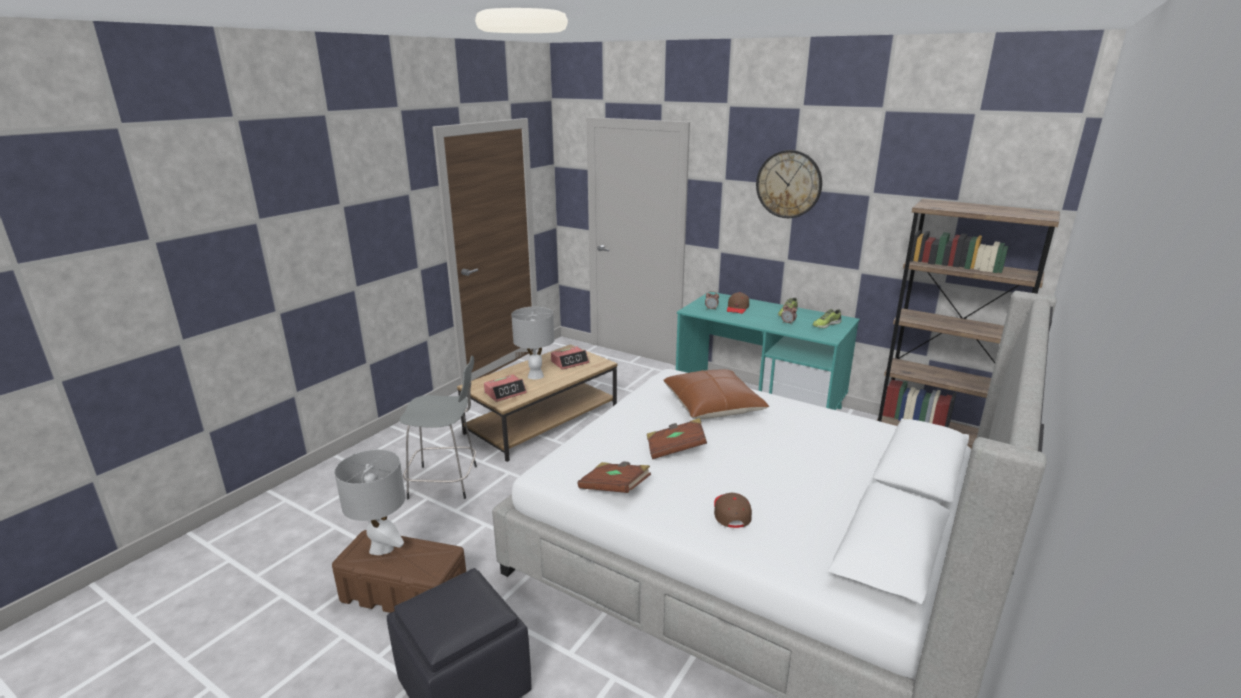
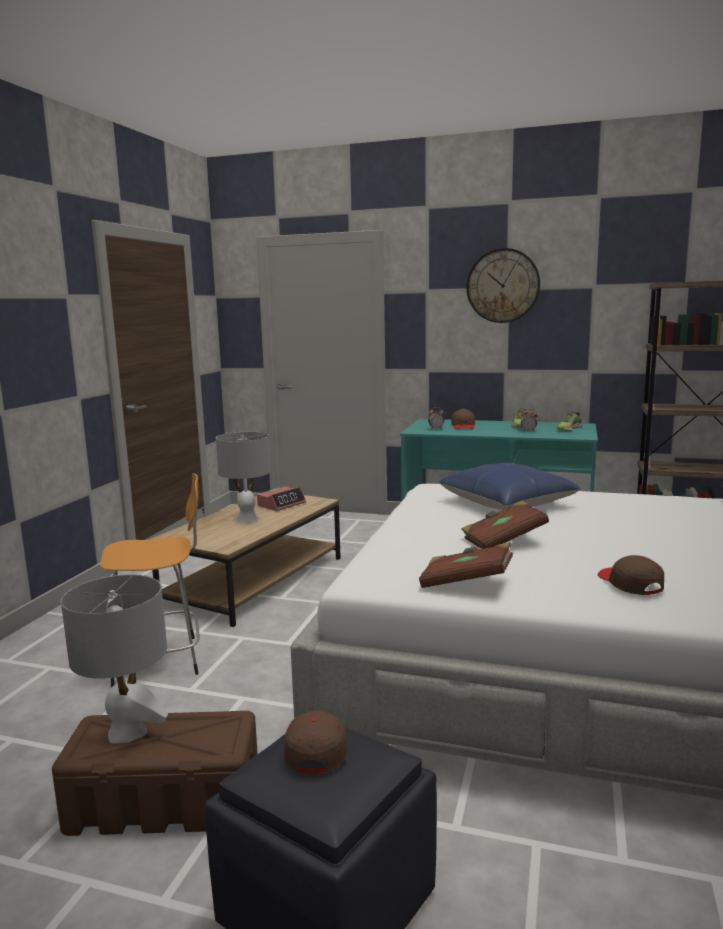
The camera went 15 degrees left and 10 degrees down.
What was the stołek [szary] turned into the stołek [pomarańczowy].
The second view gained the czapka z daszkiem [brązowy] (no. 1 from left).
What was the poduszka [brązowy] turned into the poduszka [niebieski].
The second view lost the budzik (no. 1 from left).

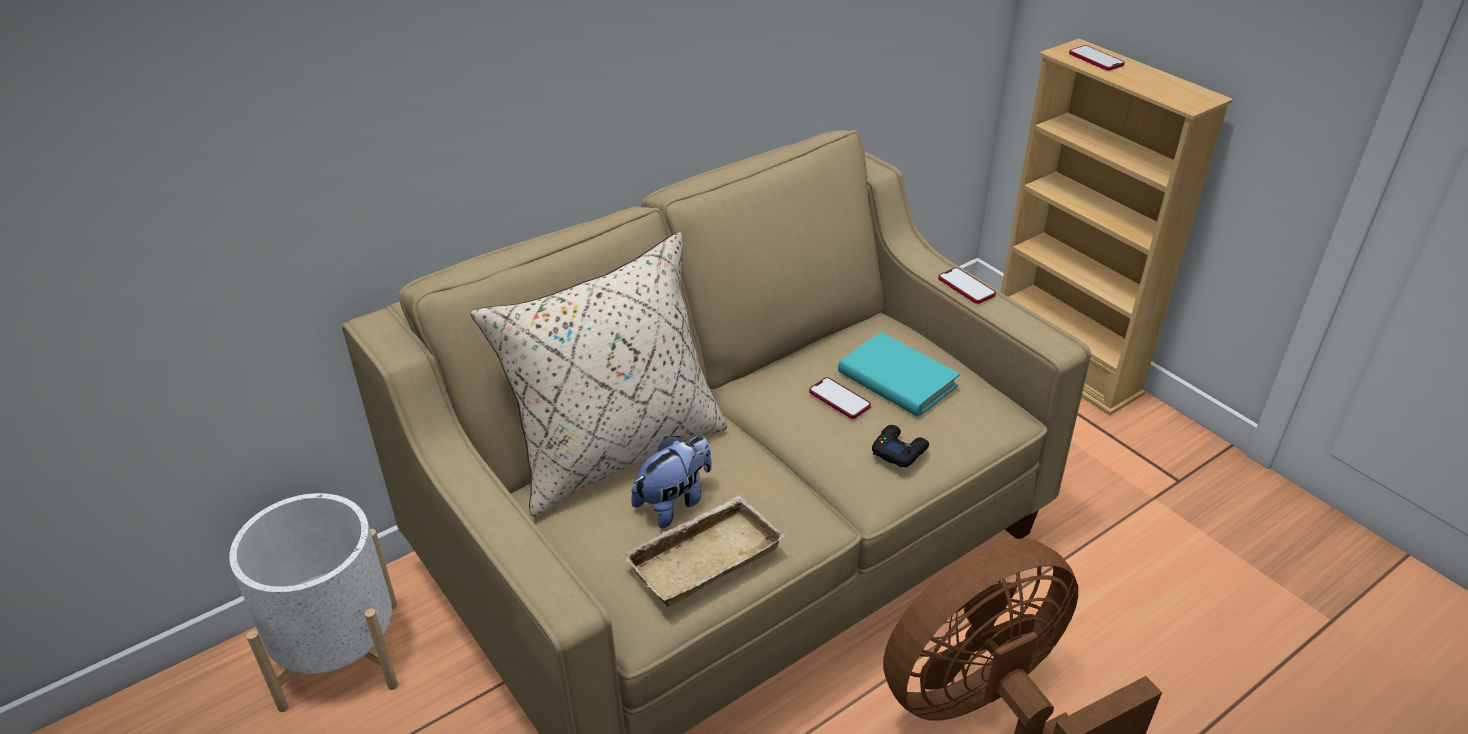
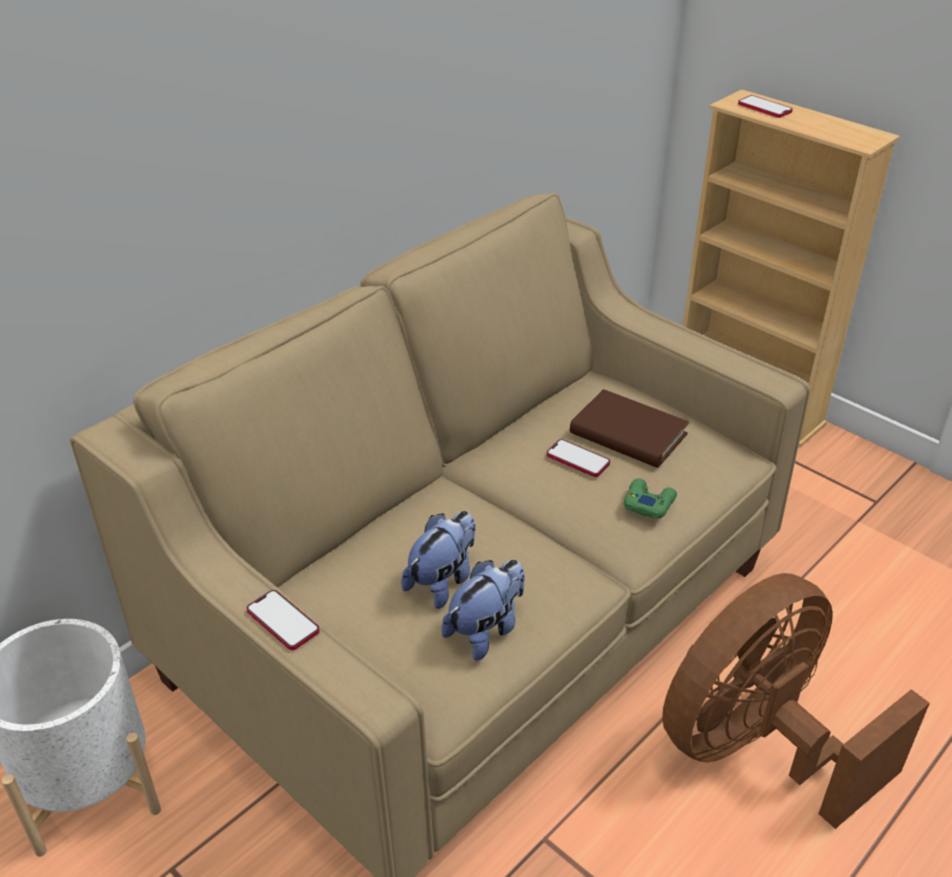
The camera went 10 degrees left and 0 degrees up.
The telefon (no. 2 from left in the first image) ended up elsewhere.
Where the taca [beżowy] stood, the pluszak (no. 2 from left) came to stand.
What was the książka [turkusowy] turned into the książka [brązowy].
What was the pad do gier [czarny] turned into the pad do gier [zielony].
The second view lost the poduszka [beżowy].

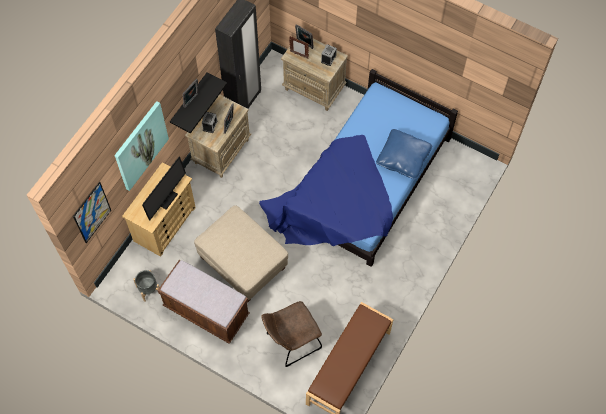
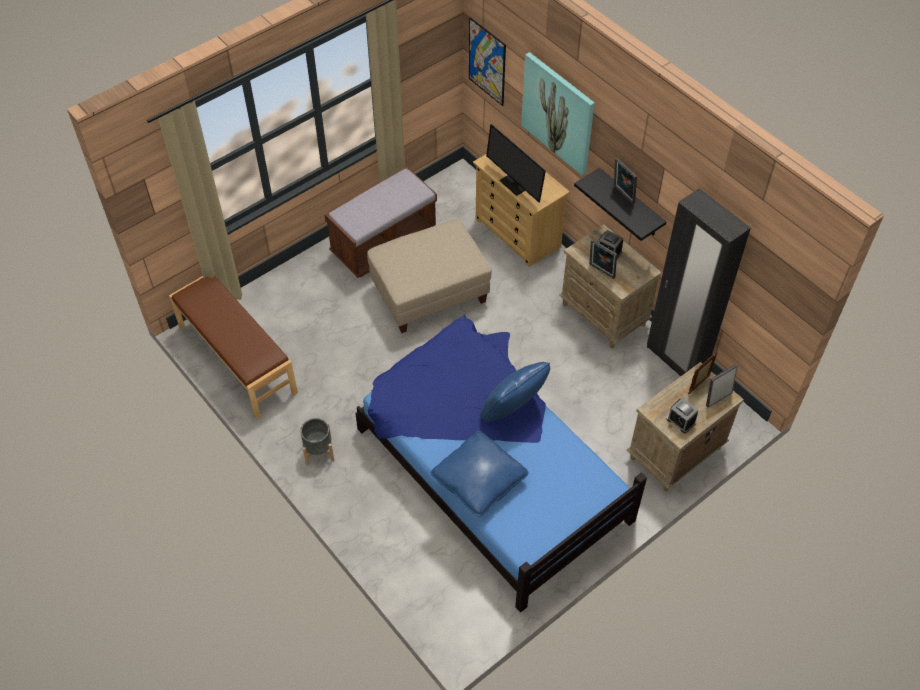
The camera went 110 degrees right and 10 degrees down.
The donica [szary] ended up elsewhere.
The second view gained the poduszka [niebieski] (no. 2 from left).
The second view lost the krzesło [brązowy].

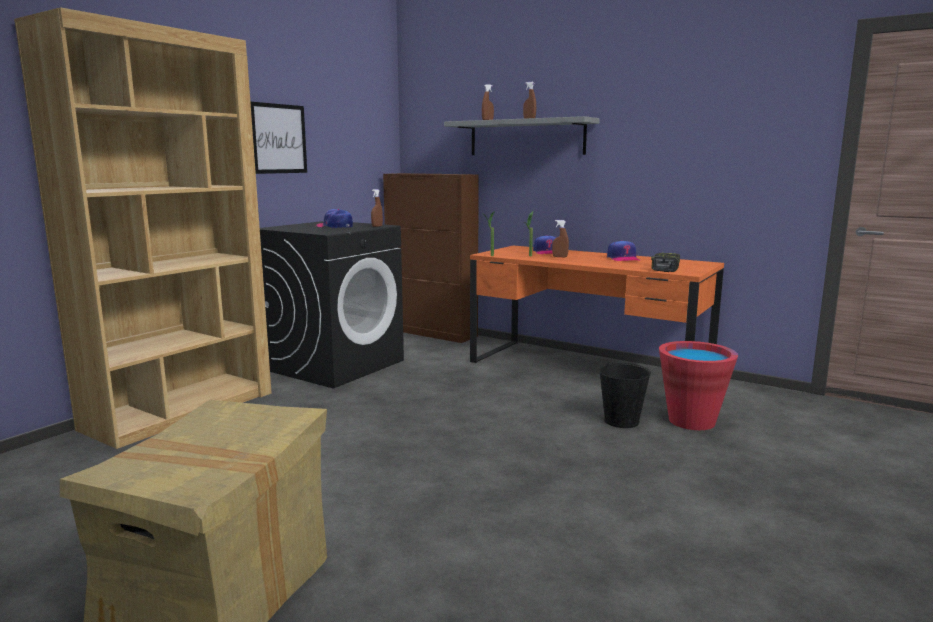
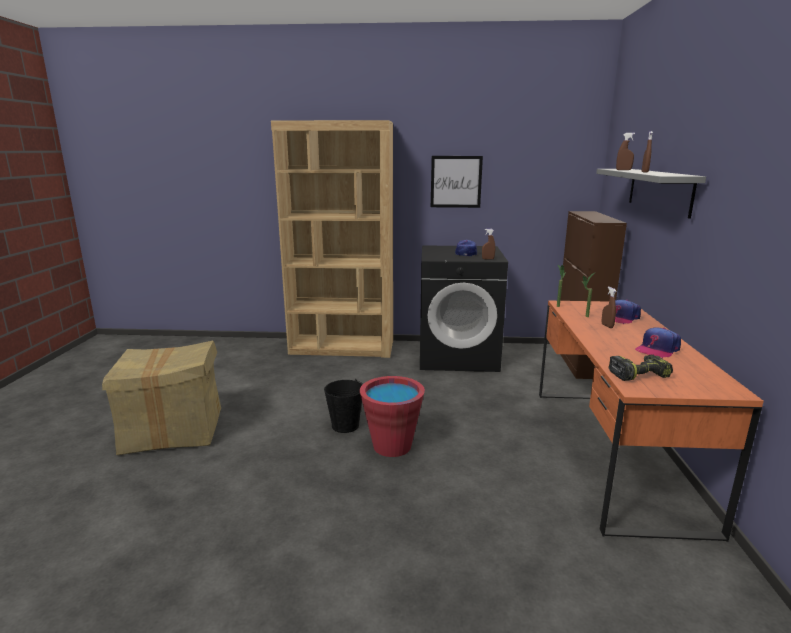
The camera went 60 degrees right and 5 degrees up.
The wiadro [czarny] ended up elsewhere.
The wiadro [czerwony] ended up elsewhere.

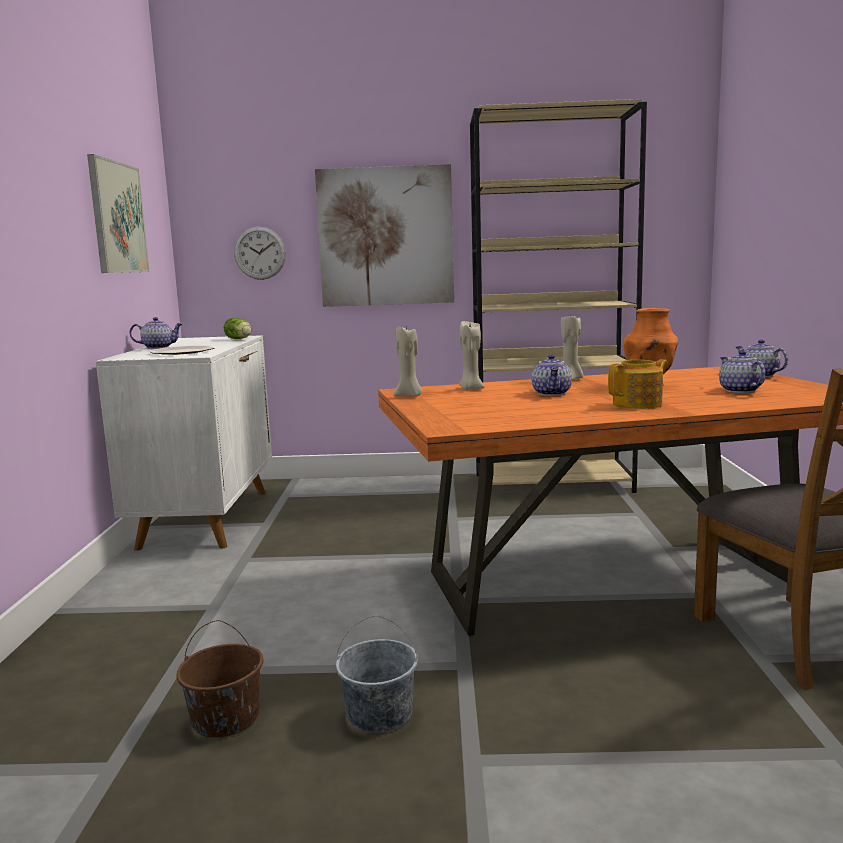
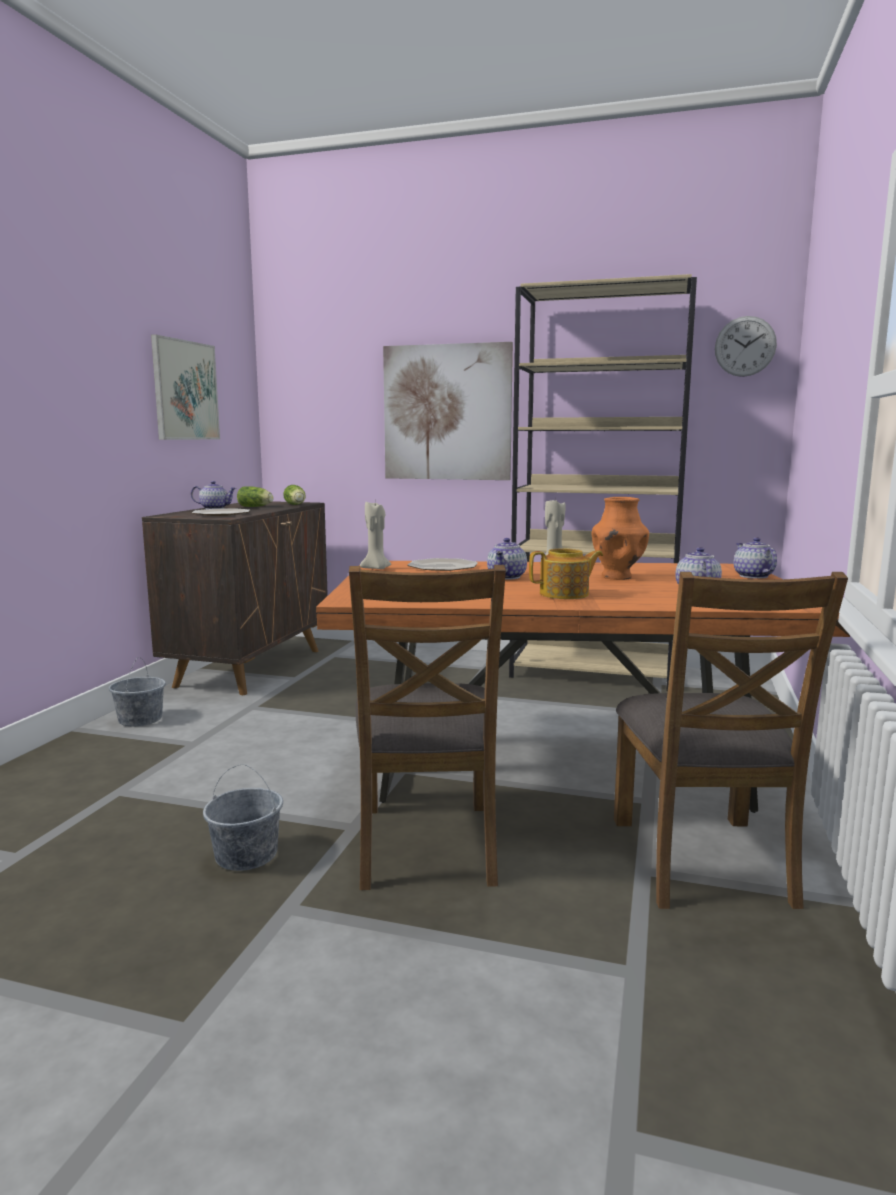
The camera went 15 degrees right and 0 degrees up.
The second view gained the wiadro [szary] (no. 1 from left).
What was the szafka [biały] turned into the szafka [brązowy].
The second view gained the sałata (no. 1 from left).
The second view gained the krzesło [brązowy] (no. 1 from left).
Where the świeca [beżowy] (no. 2 from left) stood, the talerz (no. 2 from left) came to stand.
The zegar ścienny ended up elsewhere.
The second view lost the wiadro [brązowy].

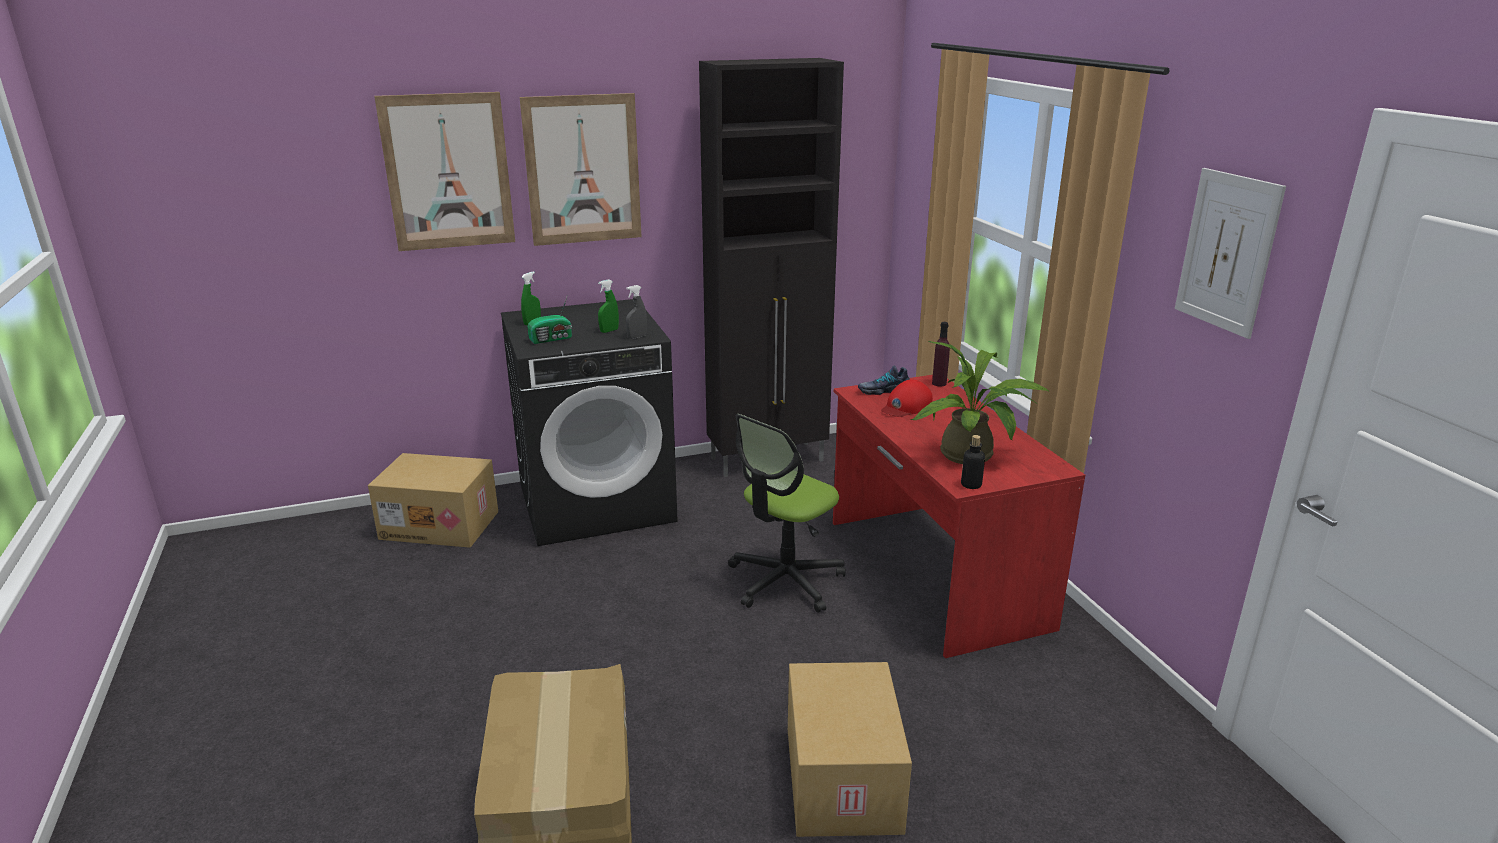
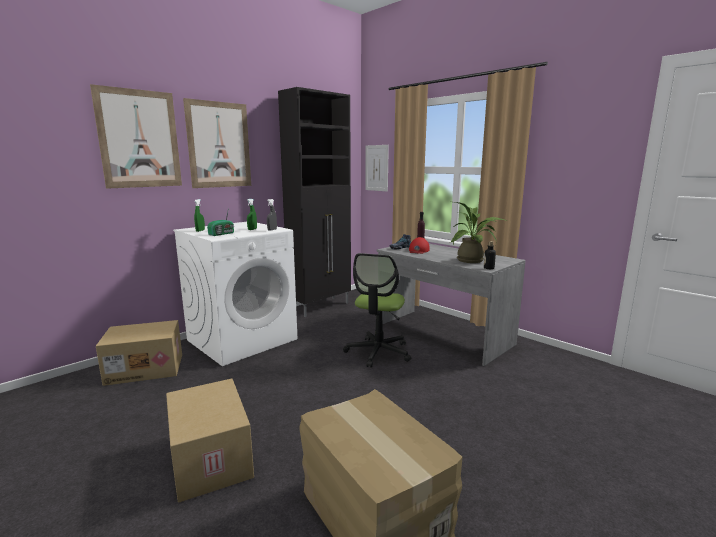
The camera went 25 degrees left and 10 degrees down.
The karton (no. 3 from left in the first image) ended up elsewhere.
What was the pralka [czarny] turned into the pralka [biały].
The obraz (no. 3 from left) ended up elsewhere.
What was the biurko [czerwony] turned into the biurko [szary].

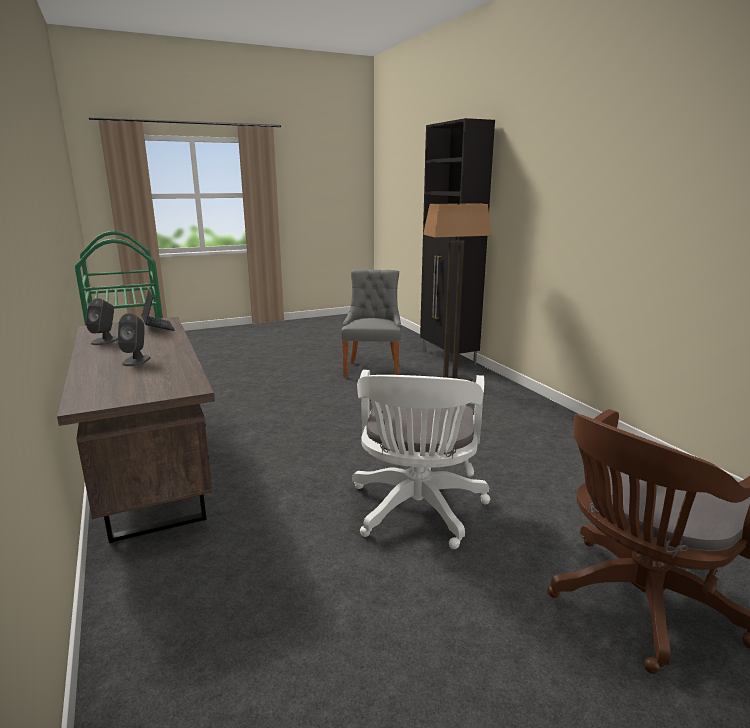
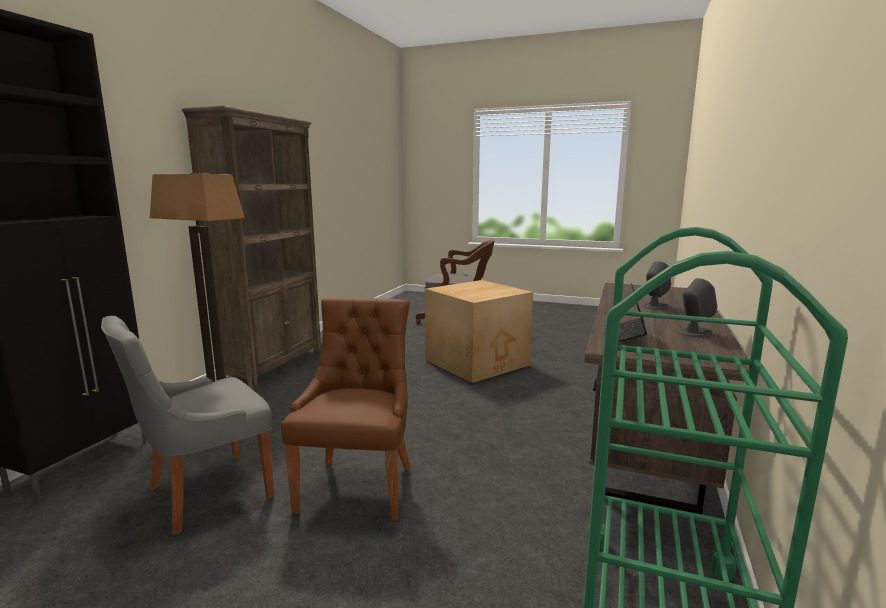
The camera went 135 degrees left and 5 degrees down.
The second view gained the regał [brązowy].
The second view gained the krzesło [brązowy].
Where the krzesło biurowe [biały] stood, the karton came to stand.

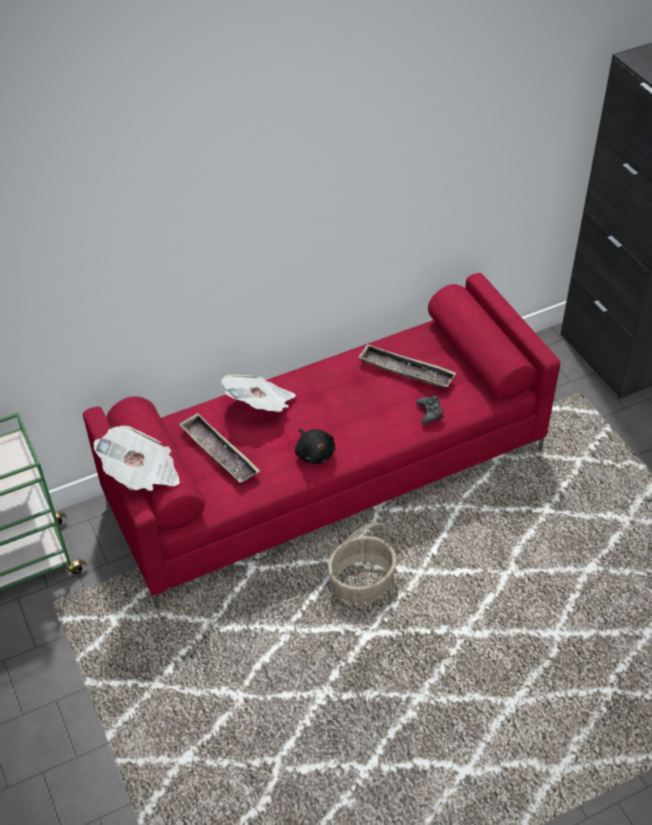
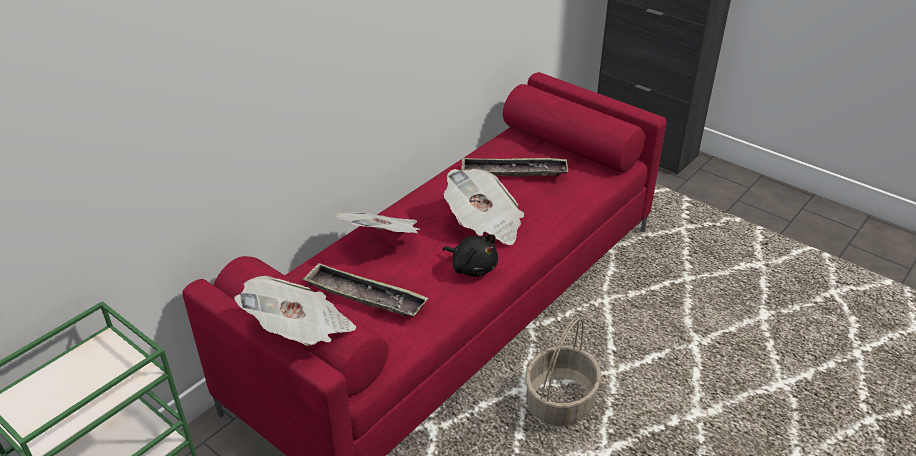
The camera went 25 degrees left and 10 degrees down.
The second view gained the gazeta (no. 3 from left).
The second view lost the pad do gier [czarny].

